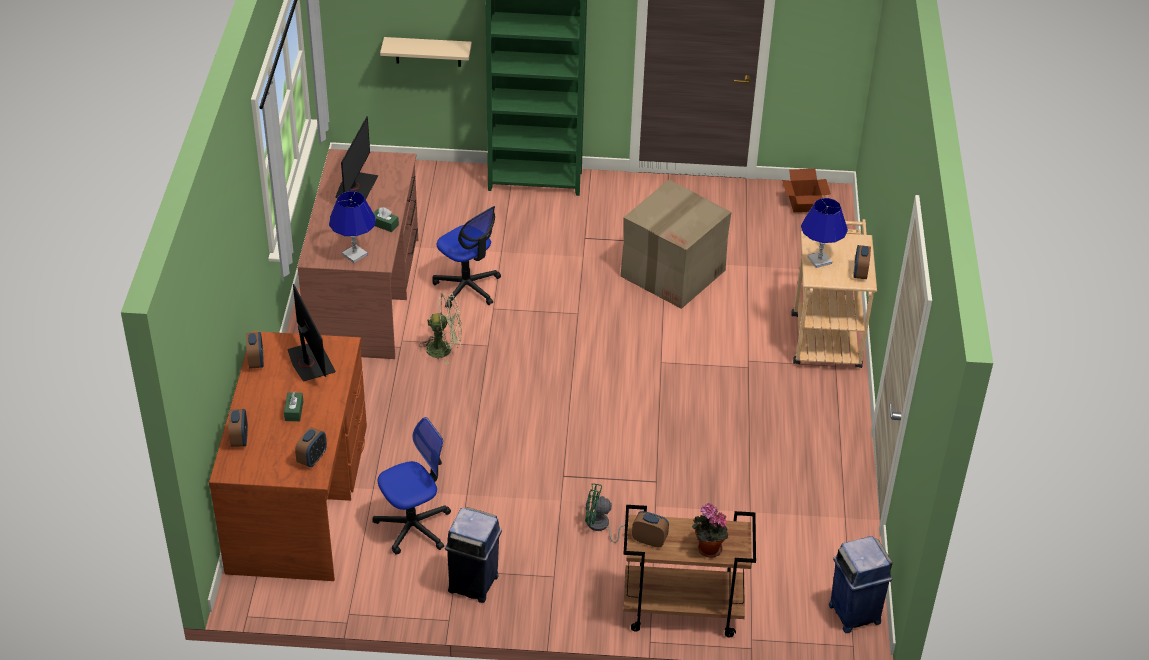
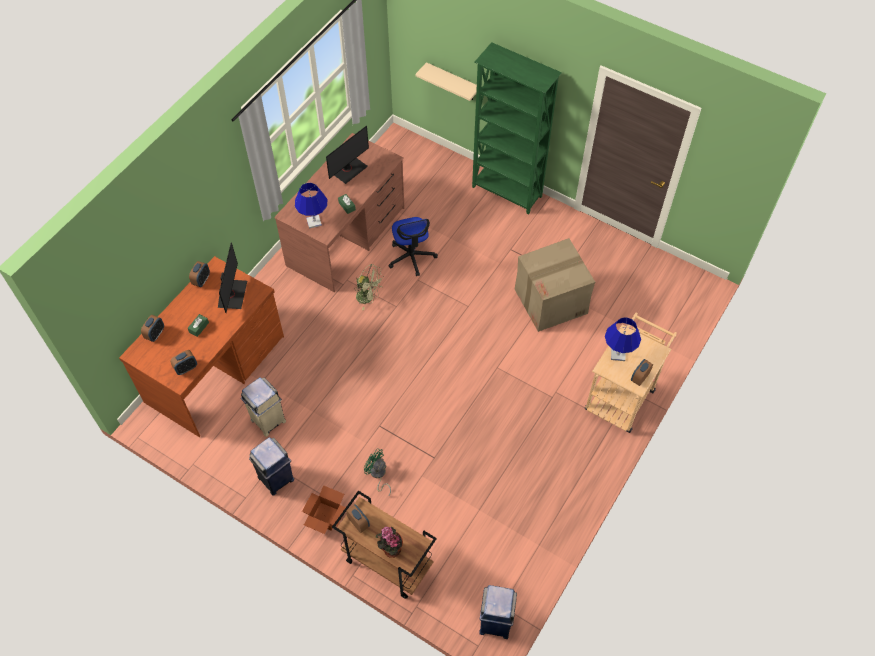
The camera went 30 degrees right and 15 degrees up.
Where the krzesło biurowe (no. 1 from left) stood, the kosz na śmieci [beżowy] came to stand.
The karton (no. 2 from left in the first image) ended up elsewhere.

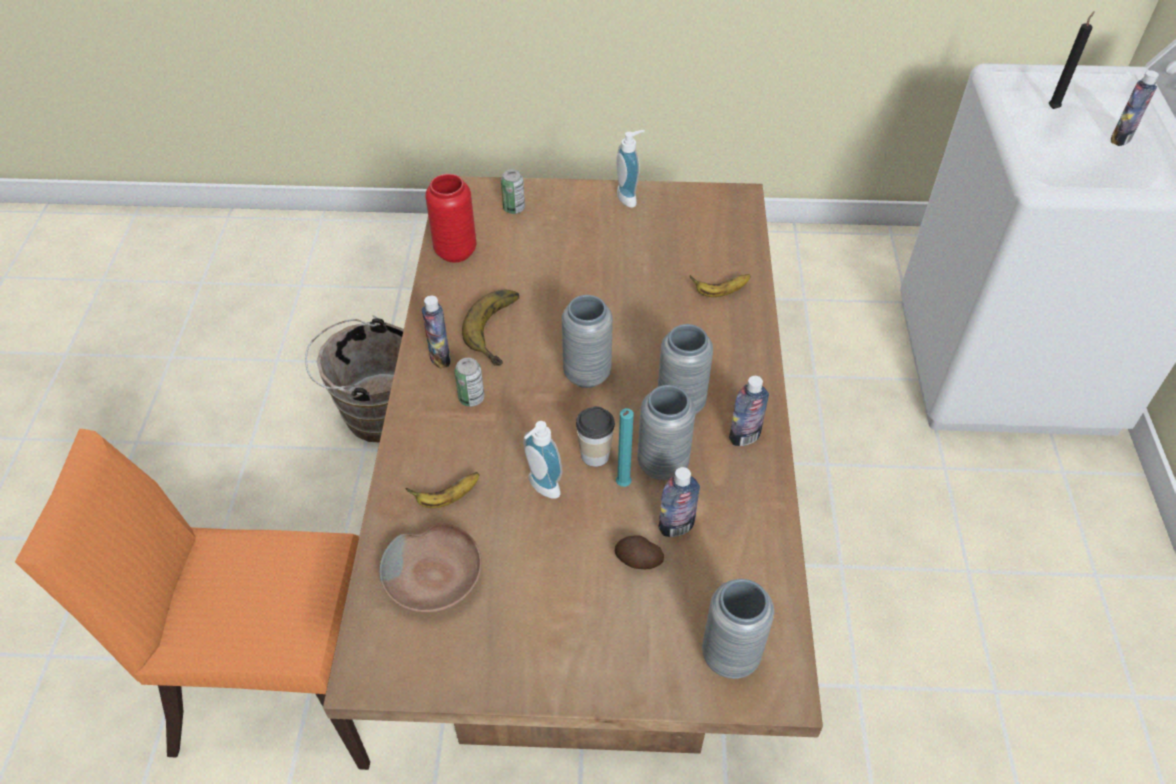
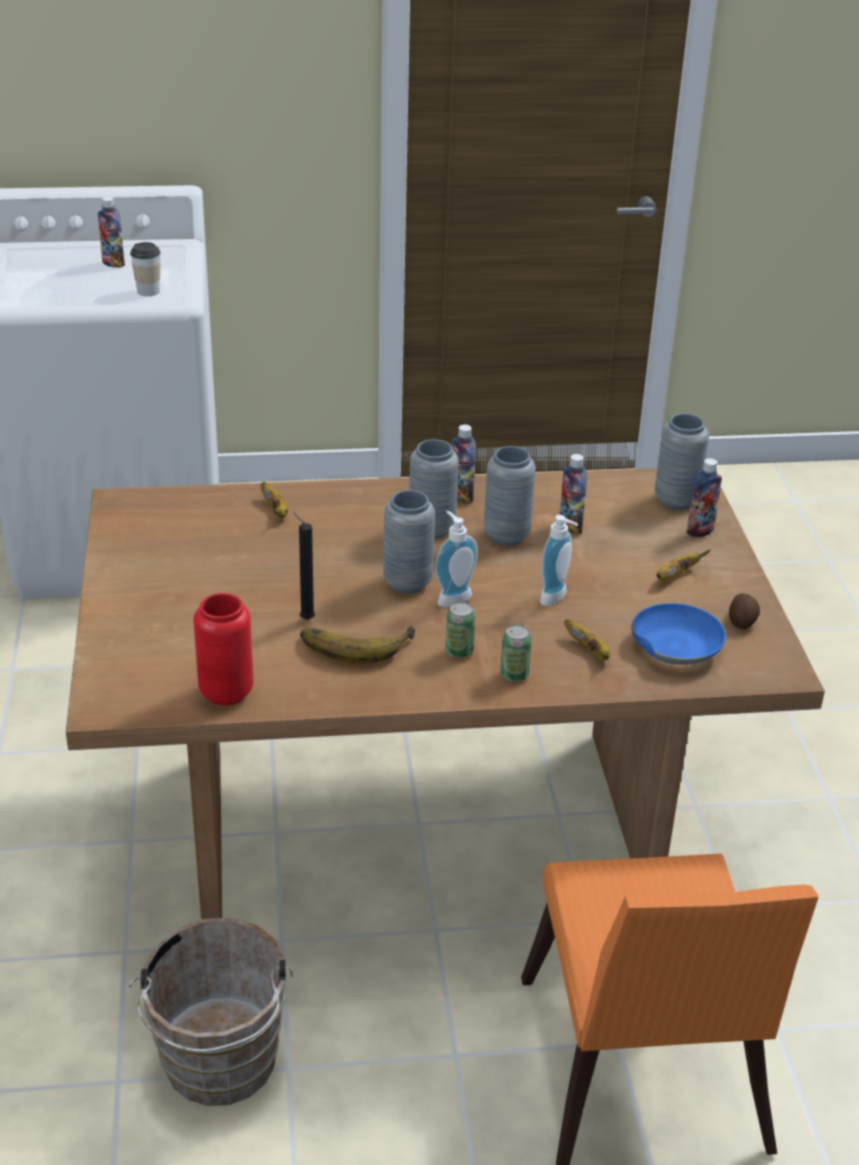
The camera went 100 degrees left and 15 degrees down.
The filiżanka ended up elsewhere.
The świeca [czarny] ended up elsewhere.
The dozownik mydła (no. 2 from left in the first image) ended up elsewhere.
The puszka (no. 2 from left) ended up elsewhere.
What was the miska [brązowy] turned into the miska [niebieski].
The second view gained the banan (no. 4 from left).
The butelka (no. 1 from left in the first image) ended up elsewhere.
The ziemniak ended up elsewhere.
The second view lost the świeca [turkusowy].

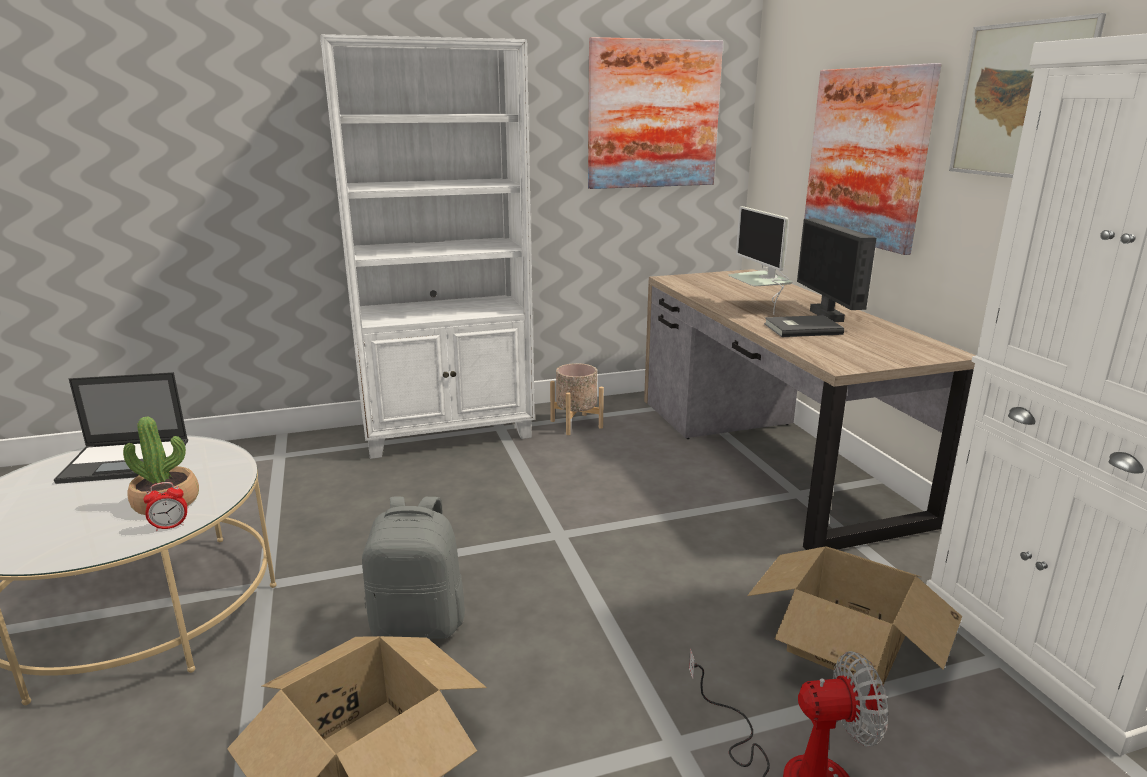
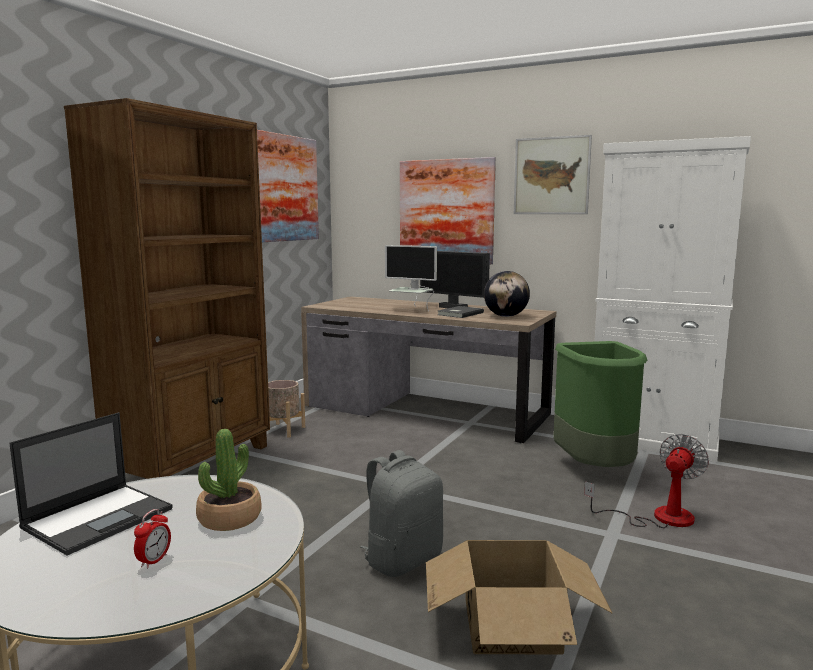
The camera went 45 degrees left and 10 degrees down.
What was the regał [biały] turned into the regał [brązowy].
The budzik ended up elsewhere.
The second view gained the globus.
Where the karton (no. 2 from left) stood, the kosz na śmieci [zielony] came to stand.

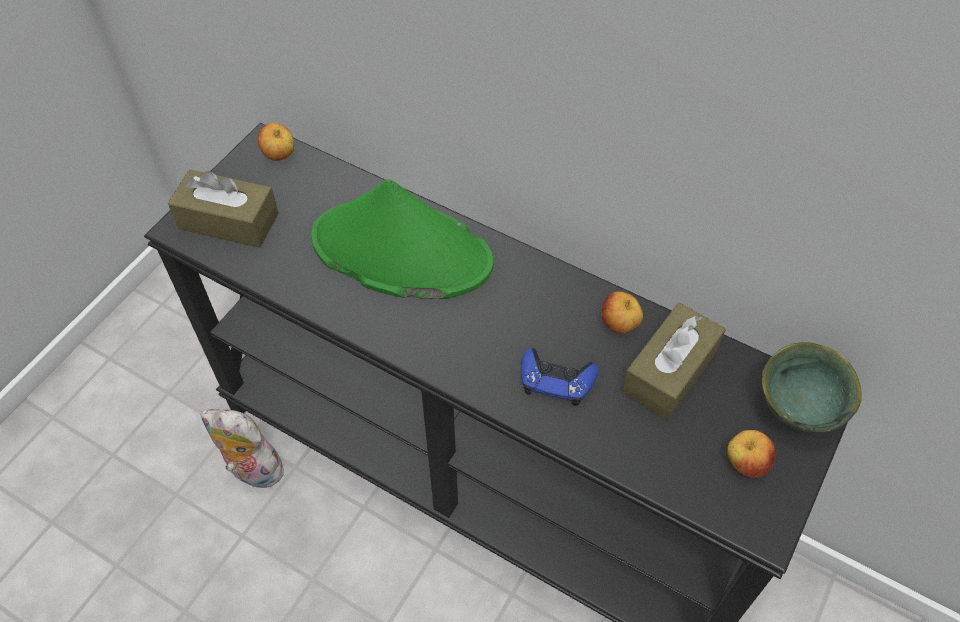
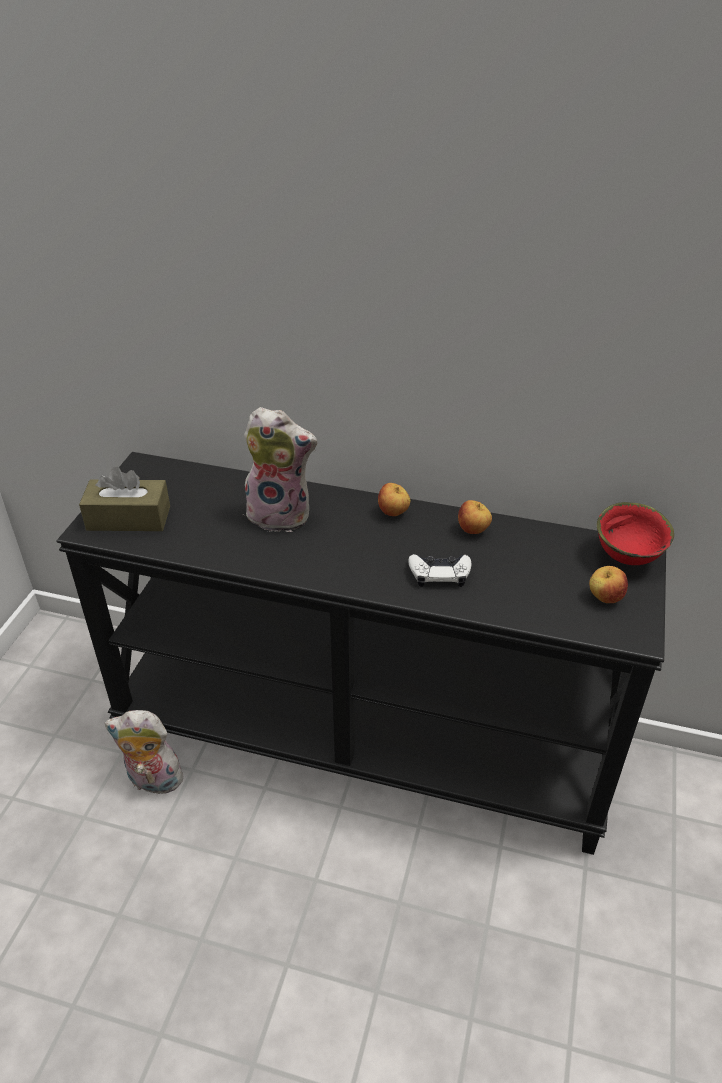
The camera went 15 degrees left and 15 degrees down.
Where the kapelusz [zielony] stood, the pluszak (no. 2 from left) came to stand.
The jabłko (no. 1 from left) ended up elsewhere.
What was the pad do gier [niebieski] turned into the pad do gier [biały].
What was the miska [zielony] turned into the miska [czerwony].
The second view lost the pudełko chusteczek [brązowy] (no. 2 from left).

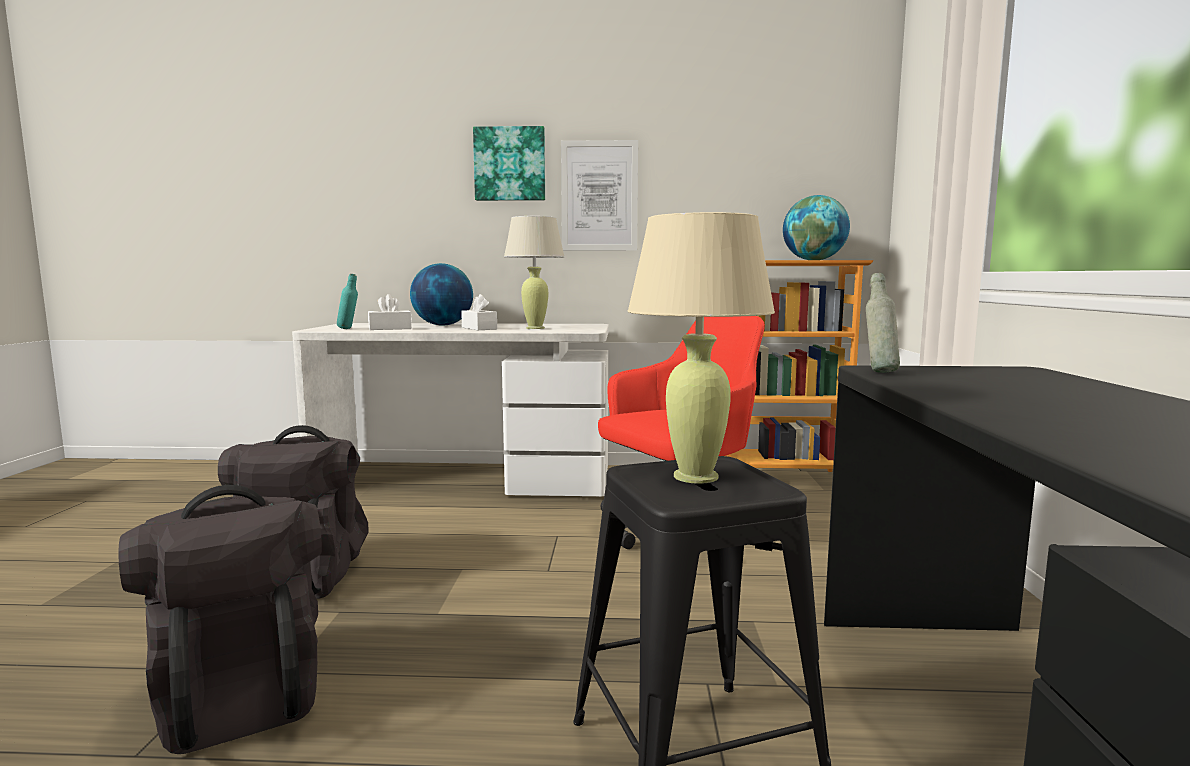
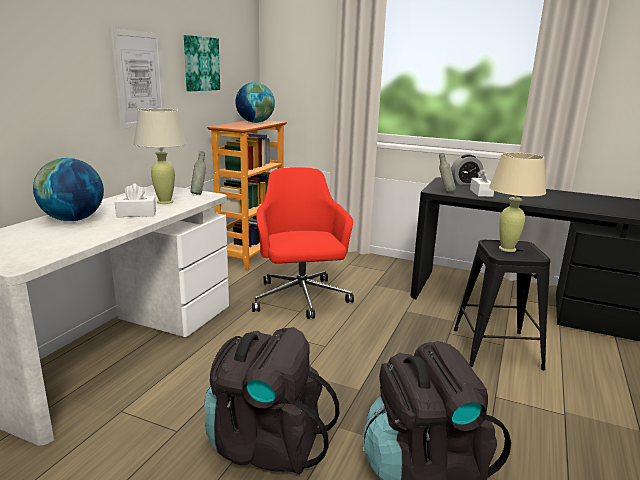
The camera went 70 degrees left and 10 degrees up.
The obraz (no. 1 from left in the first image) ended up elsewhere.
The second view gained the butelka [szary] (no. 1 from left).
The second view gained the budzik.
The pudełko chusteczek [biały] (no. 1 from left in the first image) ended up elsewhere.
The second view lost the butelka [turkusowy].

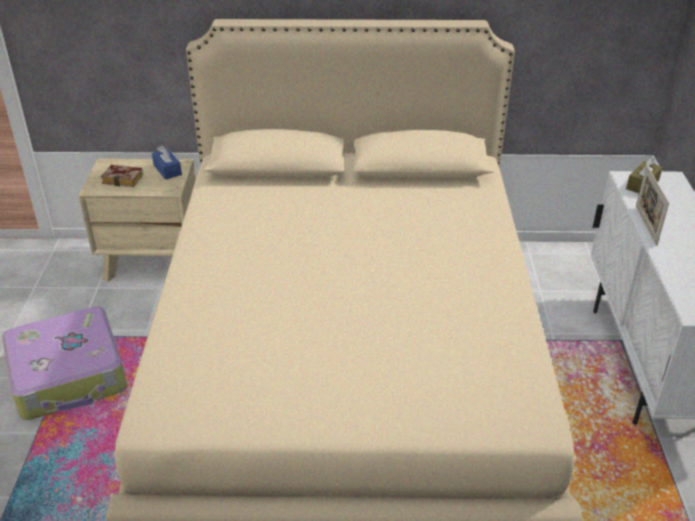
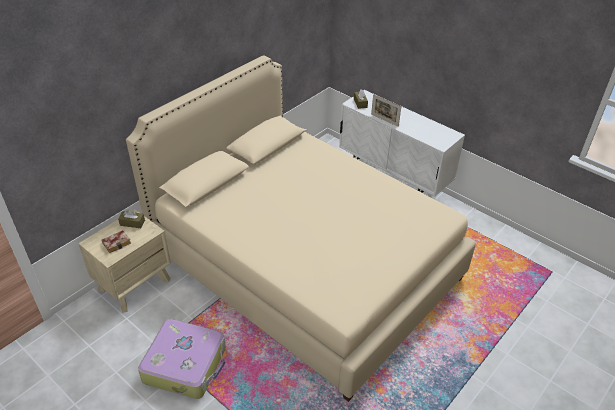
The camera went 50 degrees left and 5 degrees up.
What was the pudełko chusteczek [niebieski] turned into the pudełko chusteczek [brązowy] (no. 1 from left).

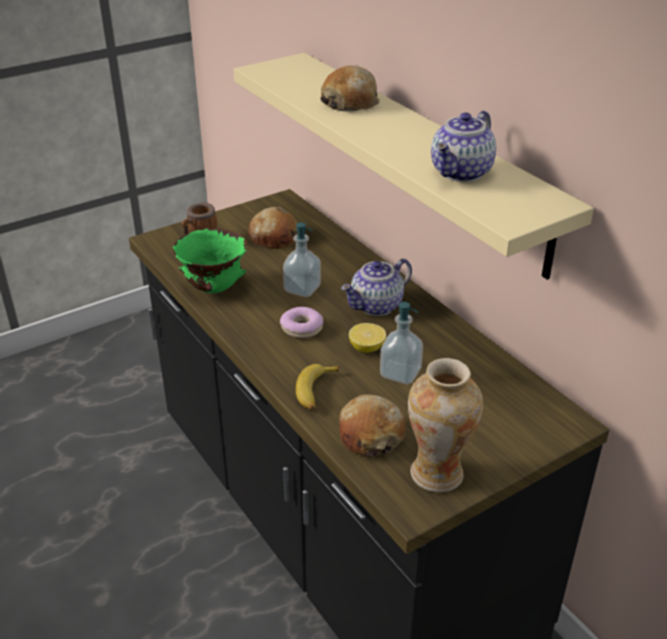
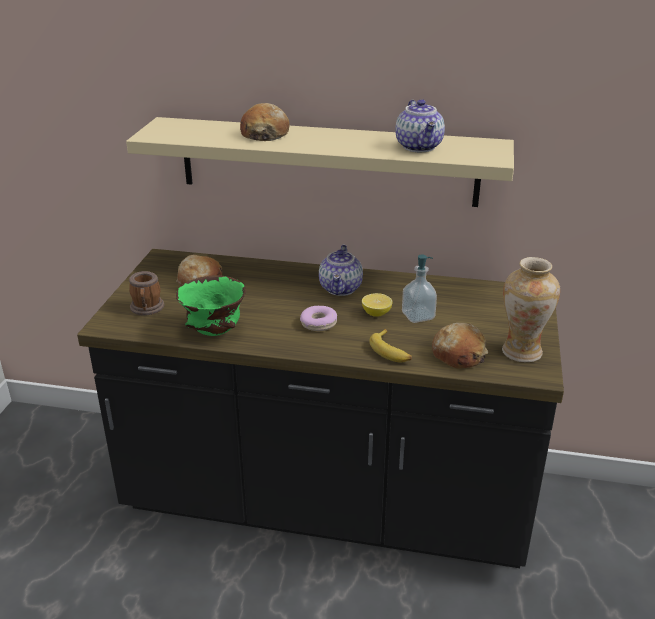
The camera went 45 degrees left and 5 degrees down.
The second view lost the dozownik mydła (no. 1 from left).

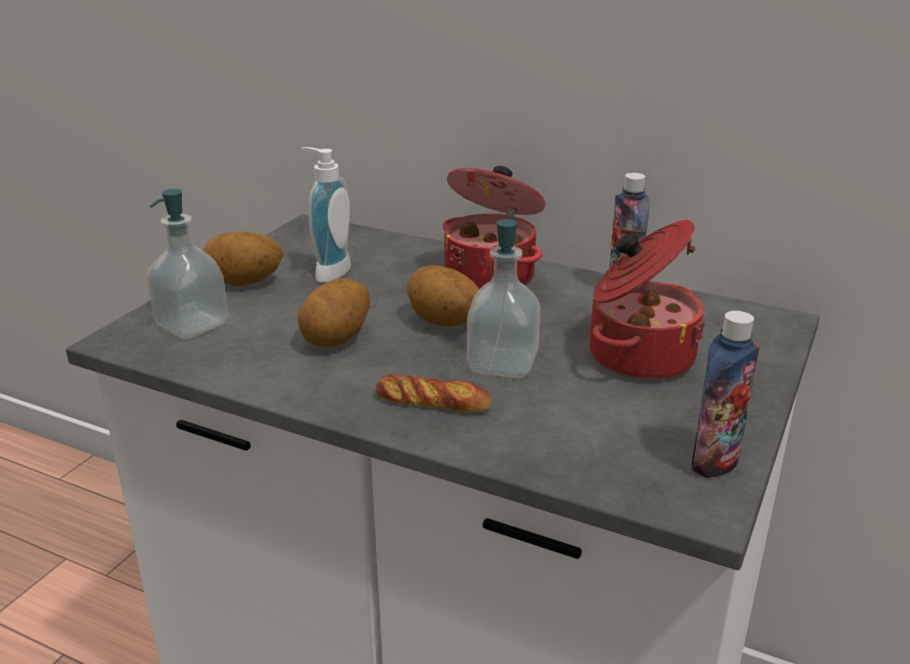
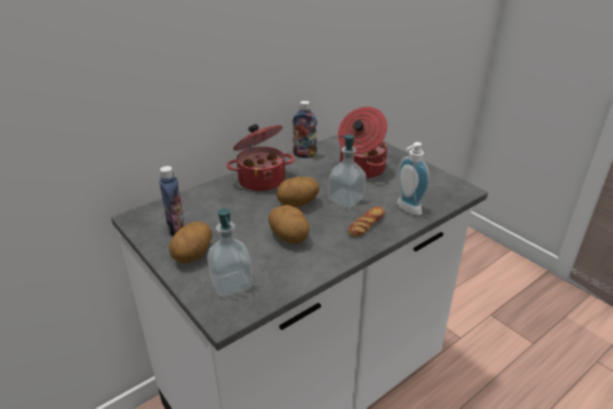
The camera went 65 degrees left and 5 degrees up.
The butelka (no. 2 from left in the first image) ended up elsewhere.
The dozownik mydła (no. 2 from left in the first image) ended up elsewhere.

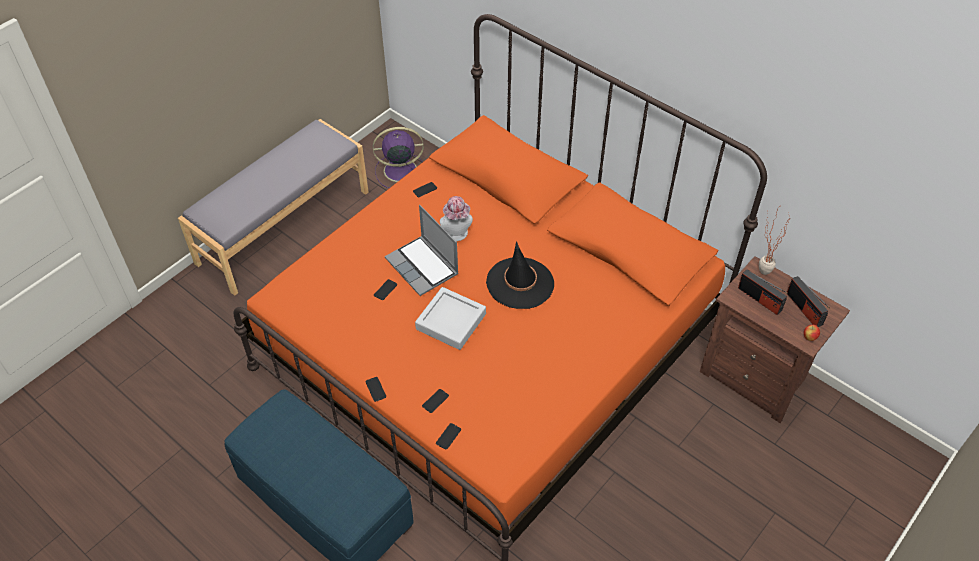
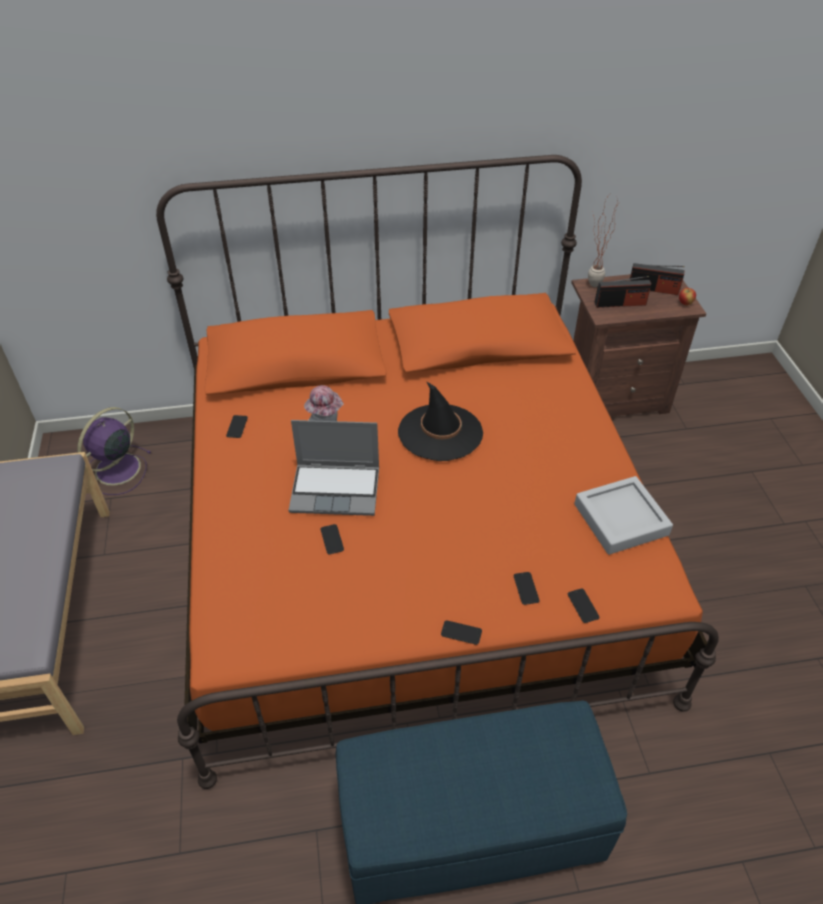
The camera went 50 degrees left and 5 degrees down.
The taca [szary] ended up elsewhere.

